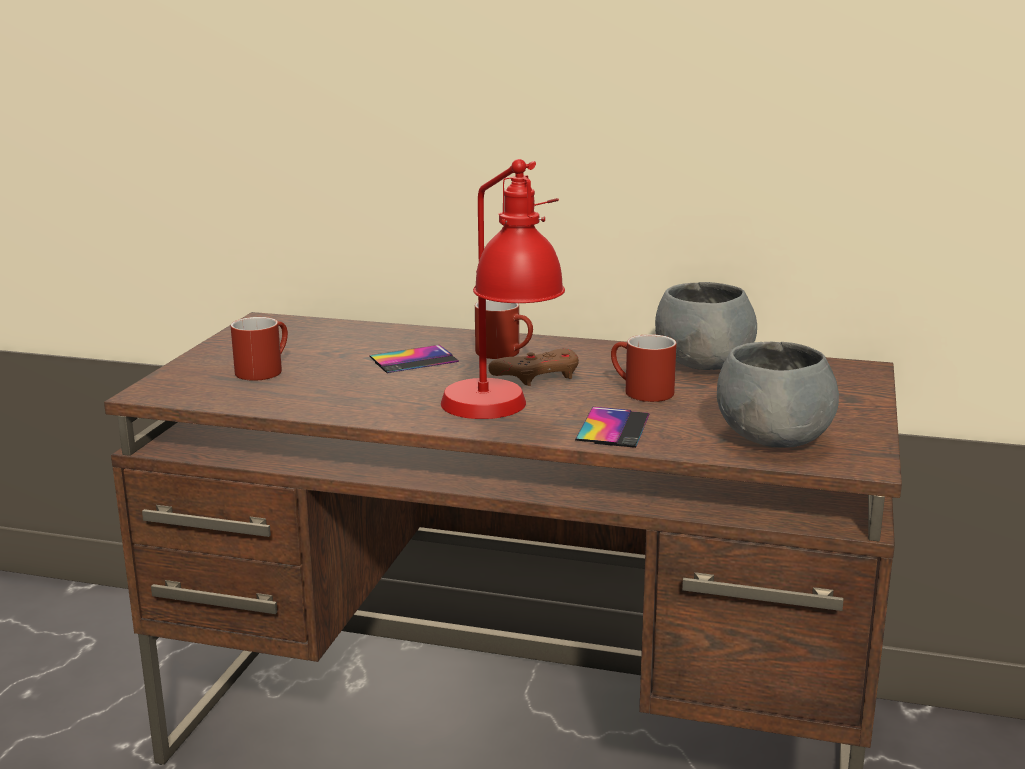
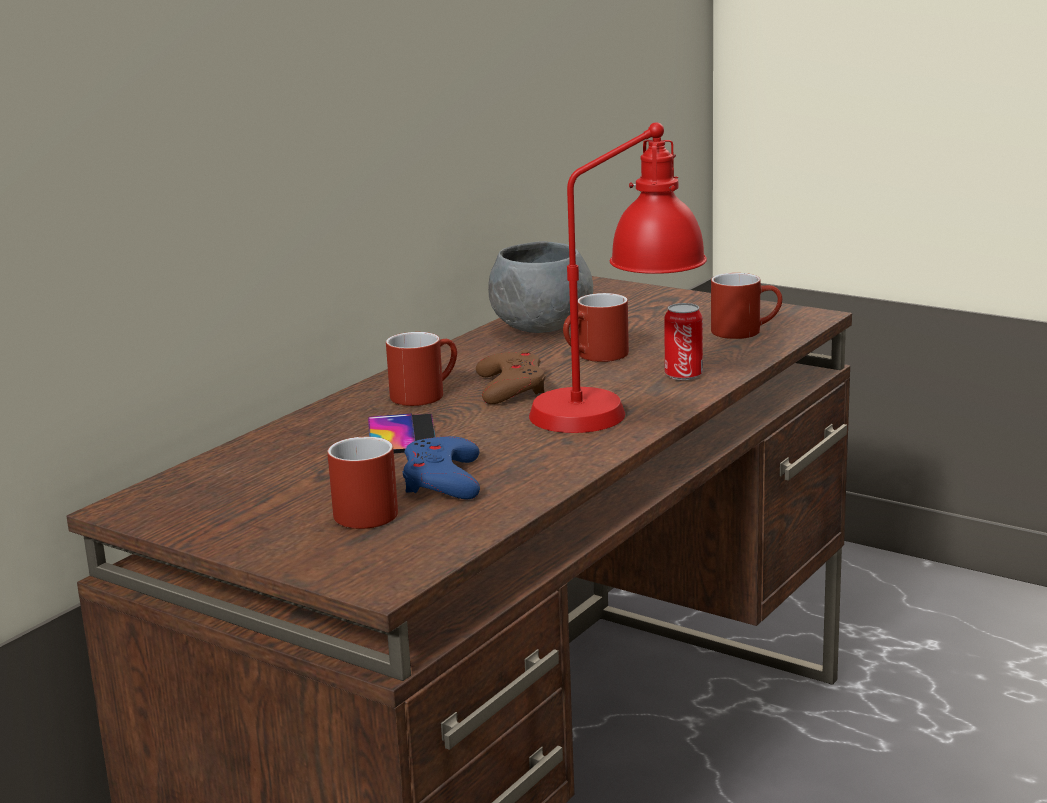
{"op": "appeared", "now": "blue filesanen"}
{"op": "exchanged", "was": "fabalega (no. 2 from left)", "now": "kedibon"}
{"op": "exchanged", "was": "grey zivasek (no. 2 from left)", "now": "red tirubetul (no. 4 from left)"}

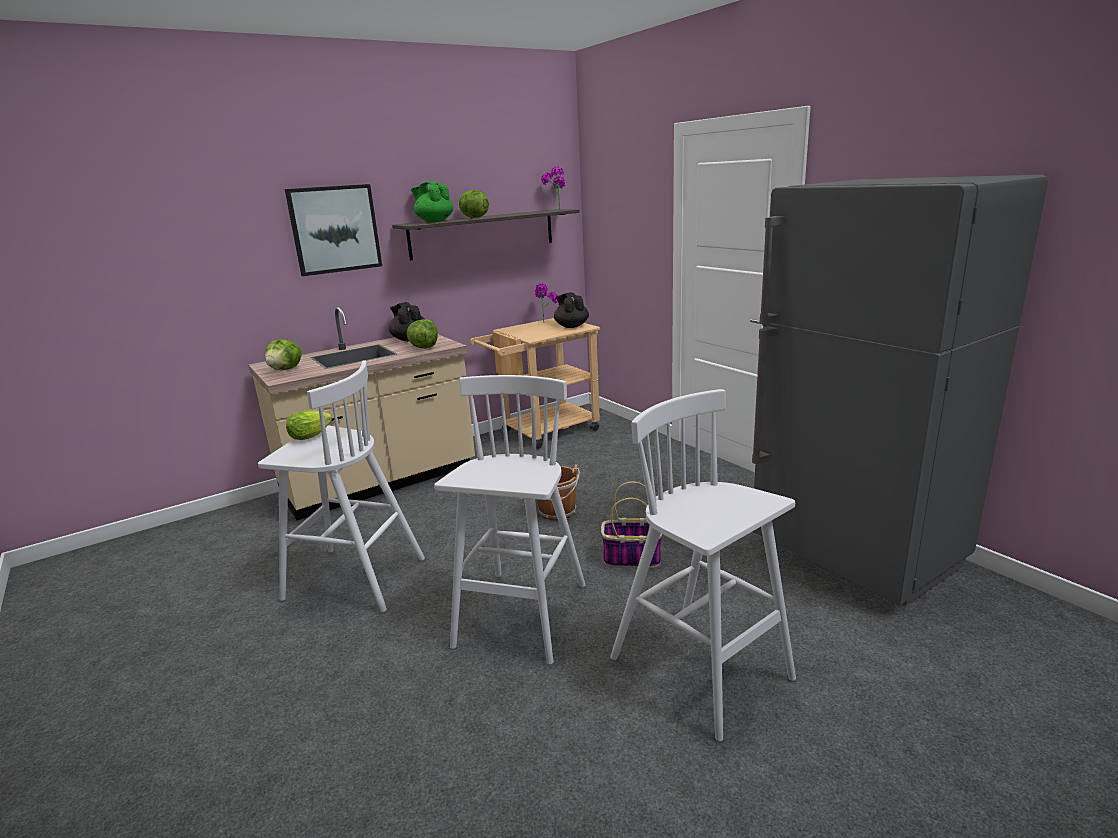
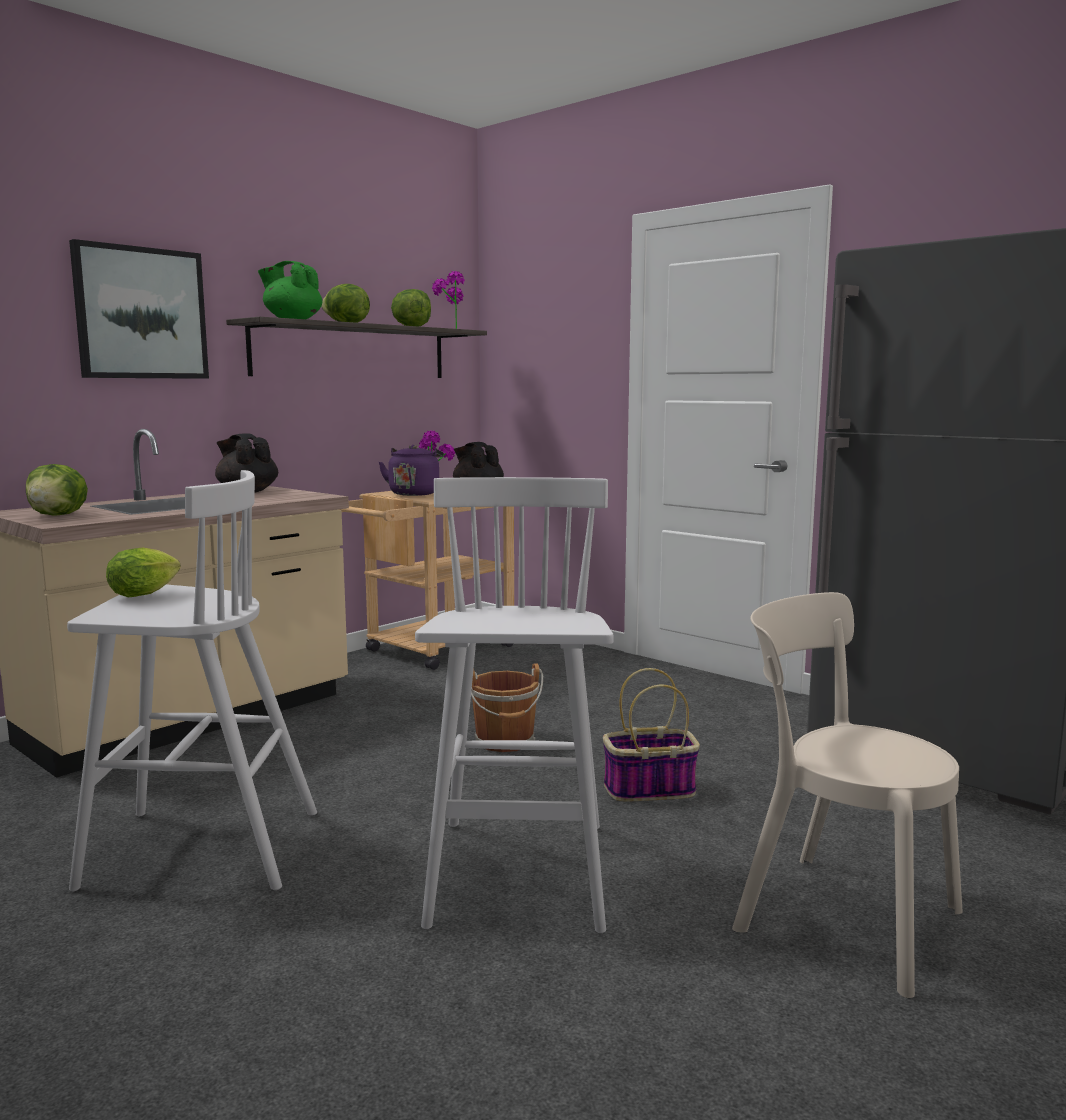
{"op": "appeared", "now": "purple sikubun"}
{"op": "relocated", "was": "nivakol (no. 3 from left in the first image)", "now": "nivakol (no. 4 from left)"}
{"op": "exchanged", "was": "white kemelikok (no. 3 from left)", "now": "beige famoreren"}

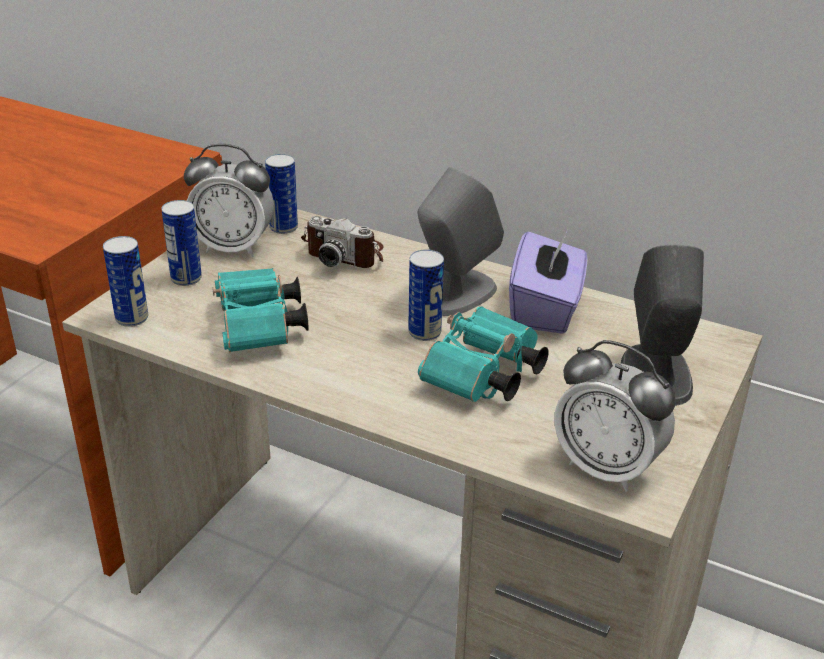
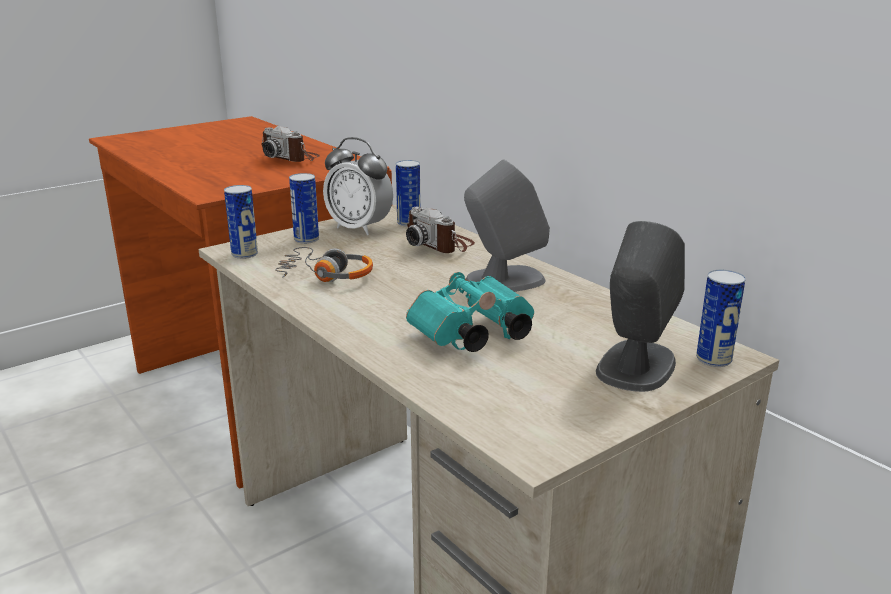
{"op": "appeared", "now": "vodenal (no. 1 from left)"}
{"op": "exchanged", "was": "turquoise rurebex (no. 1 from left)", "now": "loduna"}
{"op": "relocated", "was": "kedibon (no. 4 from left)"}
{"op": "missing", "was": "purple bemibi"}
{"op": "missing", "was": "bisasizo (no. 2 from left)"}

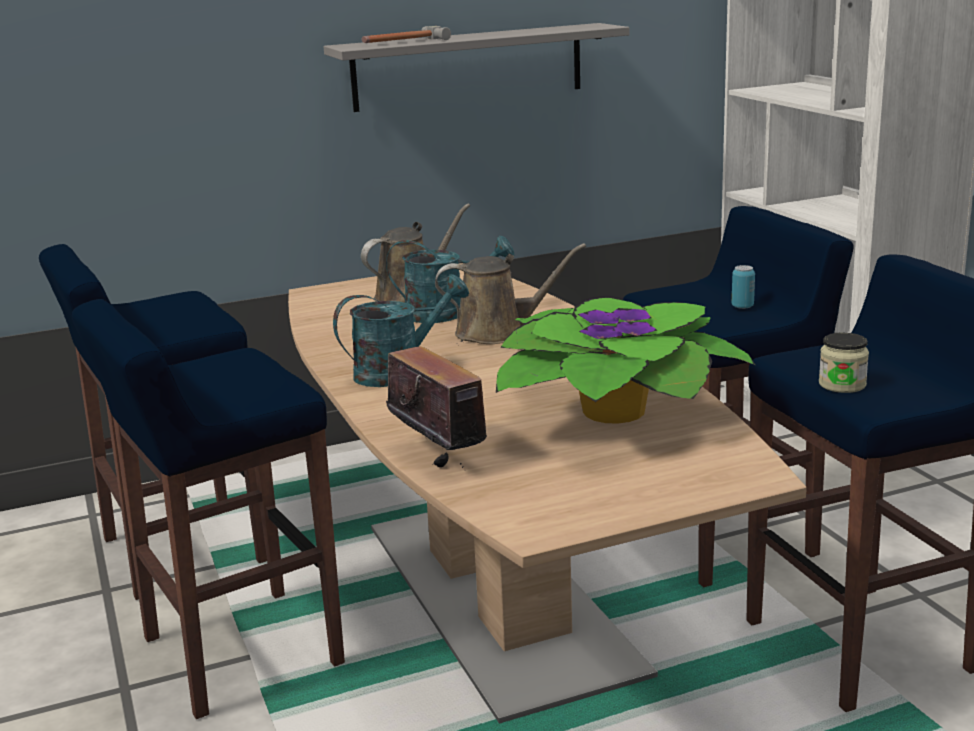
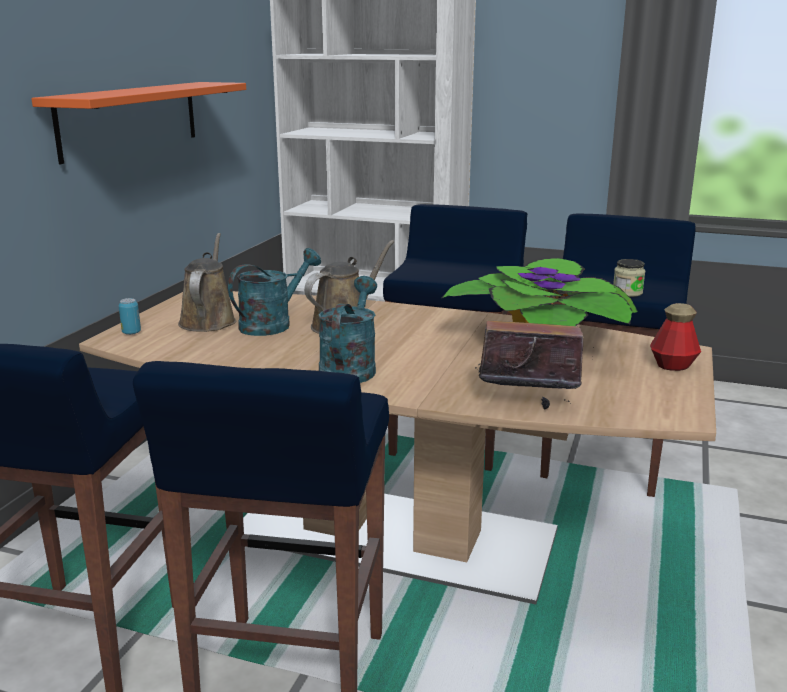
{"op": "colour", "was": "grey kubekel", "now": "orange kubekel"}
{"op": "relocated", "was": "kedibon"}
{"op": "appeared", "now": "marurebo"}
{"op": "missing", "was": "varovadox"}

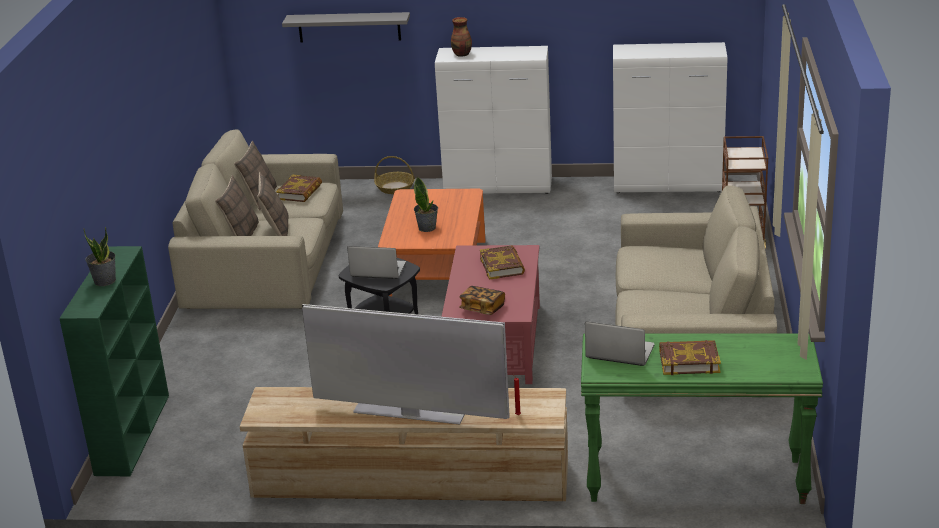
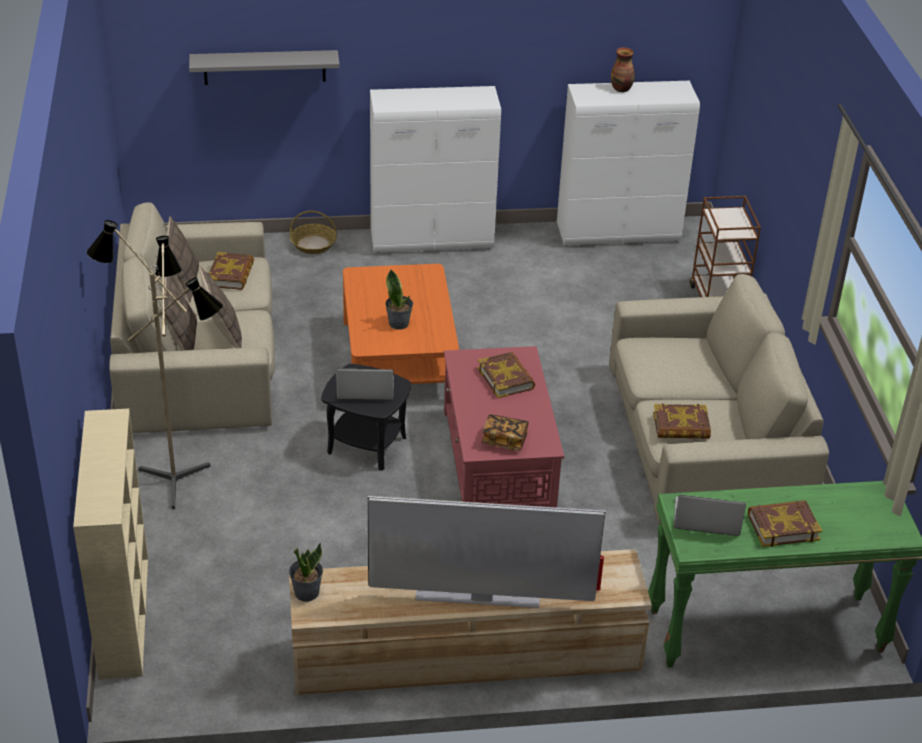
{"op": "colour", "was": "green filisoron", "now": "beige filisoron"}
{"op": "appeared", "now": "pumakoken"}
{"op": "relocated", "was": "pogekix (no. 1 from left)"}
{"op": "relocated", "was": "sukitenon"}
{"op": "appeared", "now": "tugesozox (no. 4 from left)"}

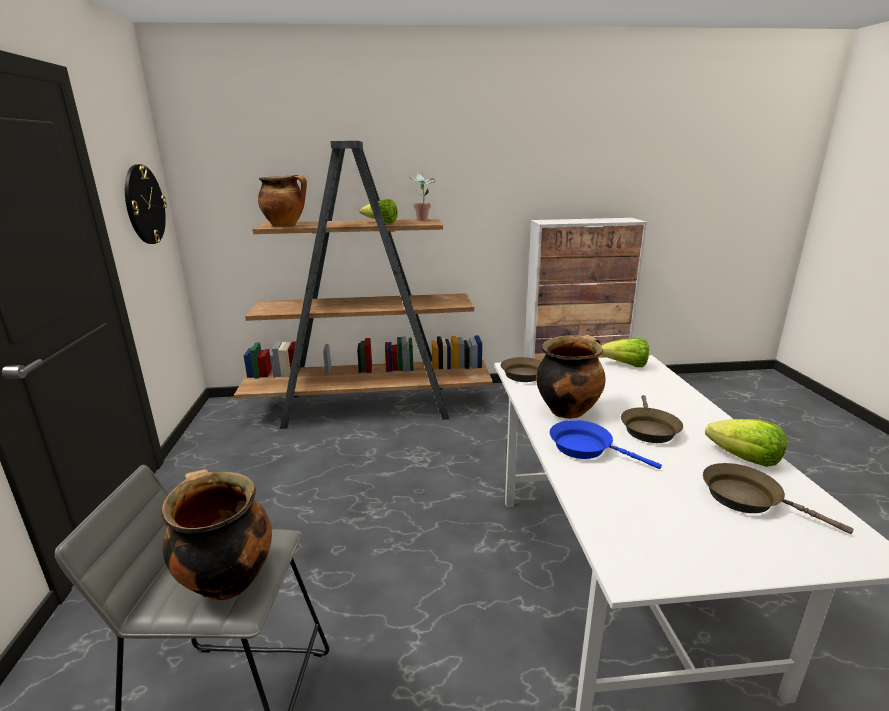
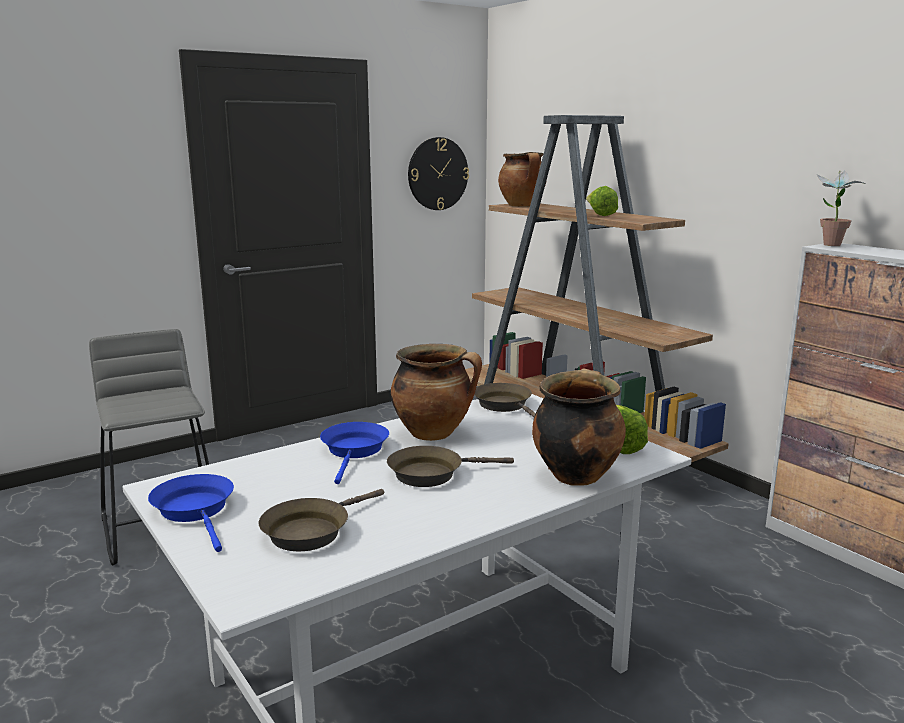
{"op": "appeared", "now": "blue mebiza (no. 1 from left)"}
{"op": "spun", "was": "brown mebiza (no. 3 from left in the first image)", "clockwise": -150}
{"op": "relocated", "was": "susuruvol (no. 1 from left in the first image)", "now": "susuruvol (no. 3 from left)"}
{"op": "relocated", "was": "pogekix"}
{"op": "missing", "was": "nivakol (no. 3 from left)"}

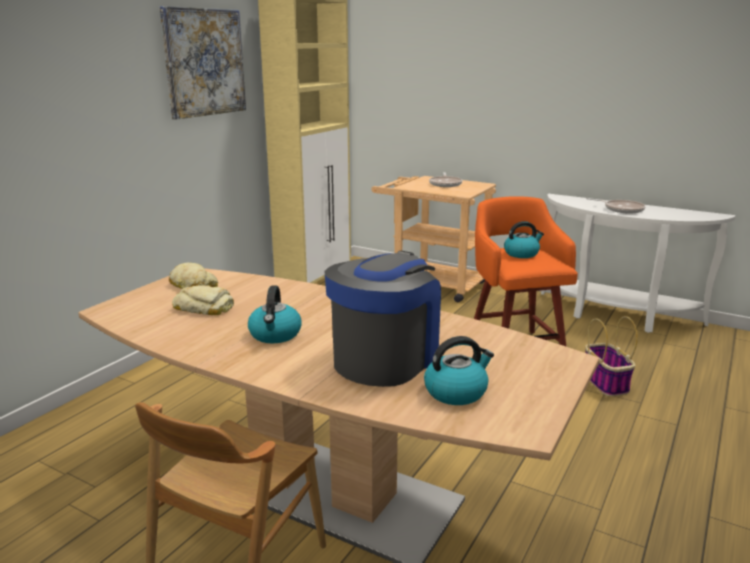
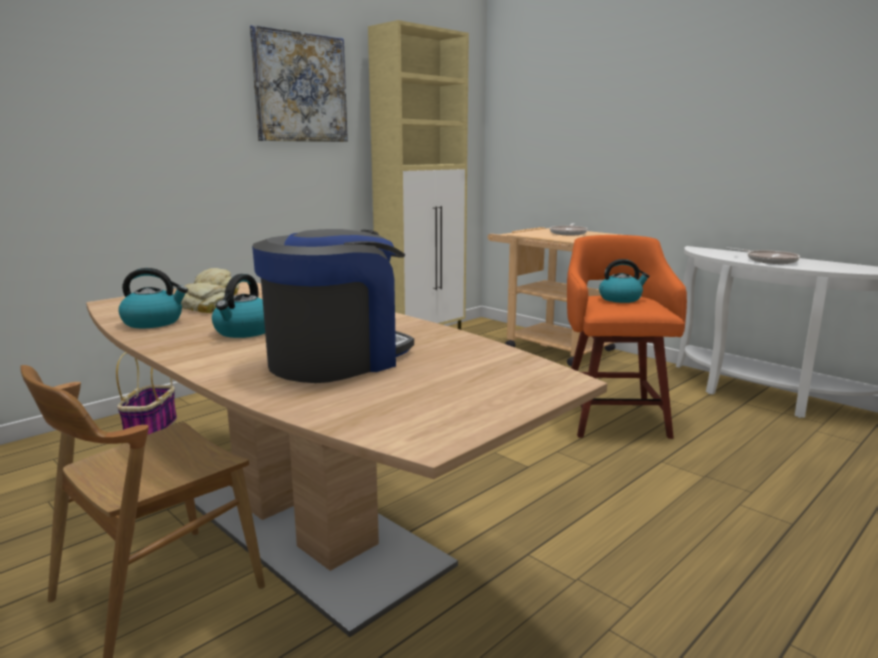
{"op": "relocated", "was": "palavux"}
{"op": "relocated", "was": "sikubun (no. 2 from left in the first image)", "now": "sikubun (no. 1 from left)"}

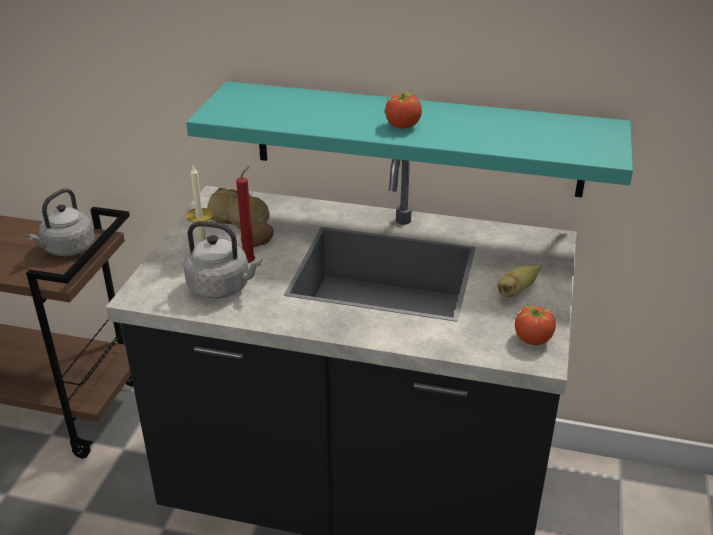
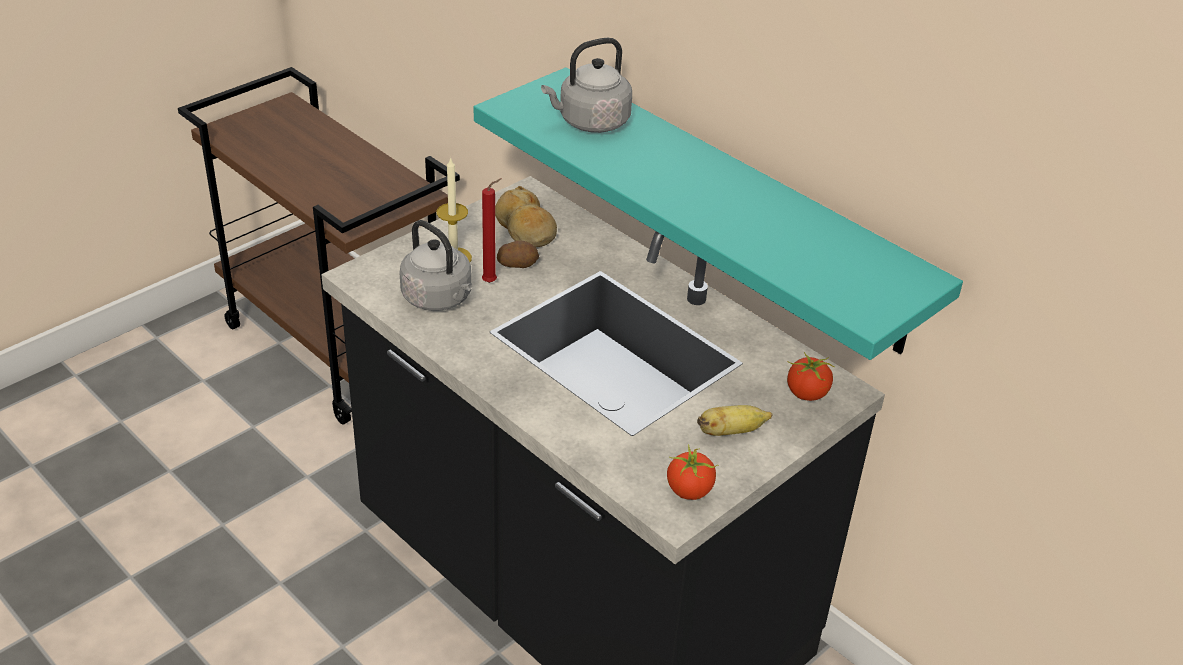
{"op": "relocated", "was": "grey sikubun (no. 1 from left in the first image)", "now": "grey sikubun (no. 2 from left)"}
{"op": "relocated", "was": "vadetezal (no. 1 from left in the first image)", "now": "vadetezal (no. 2 from left)"}

